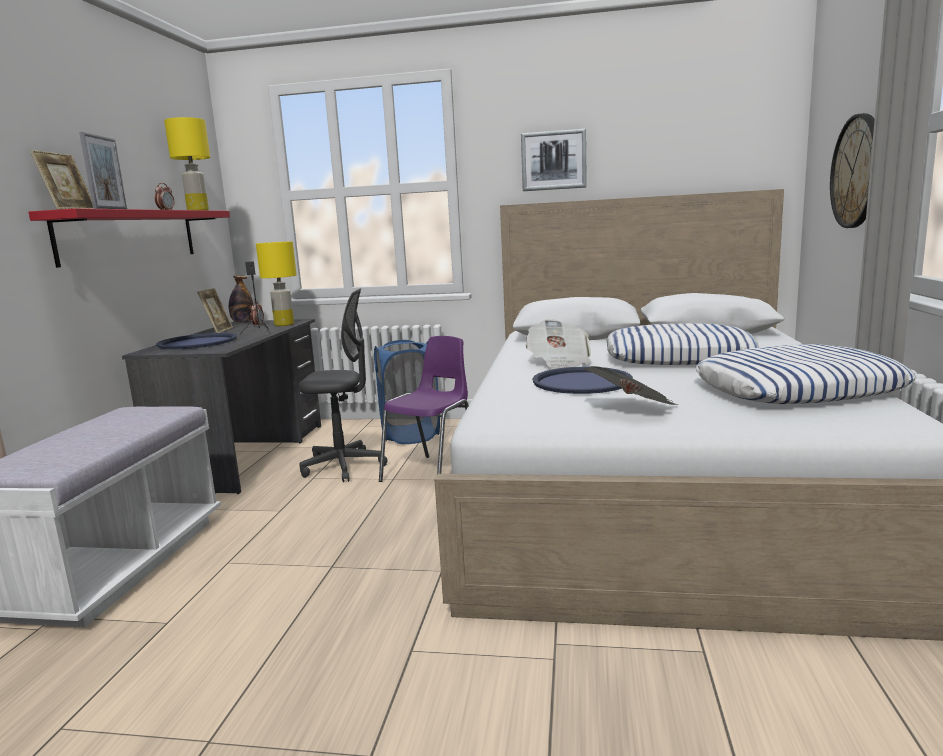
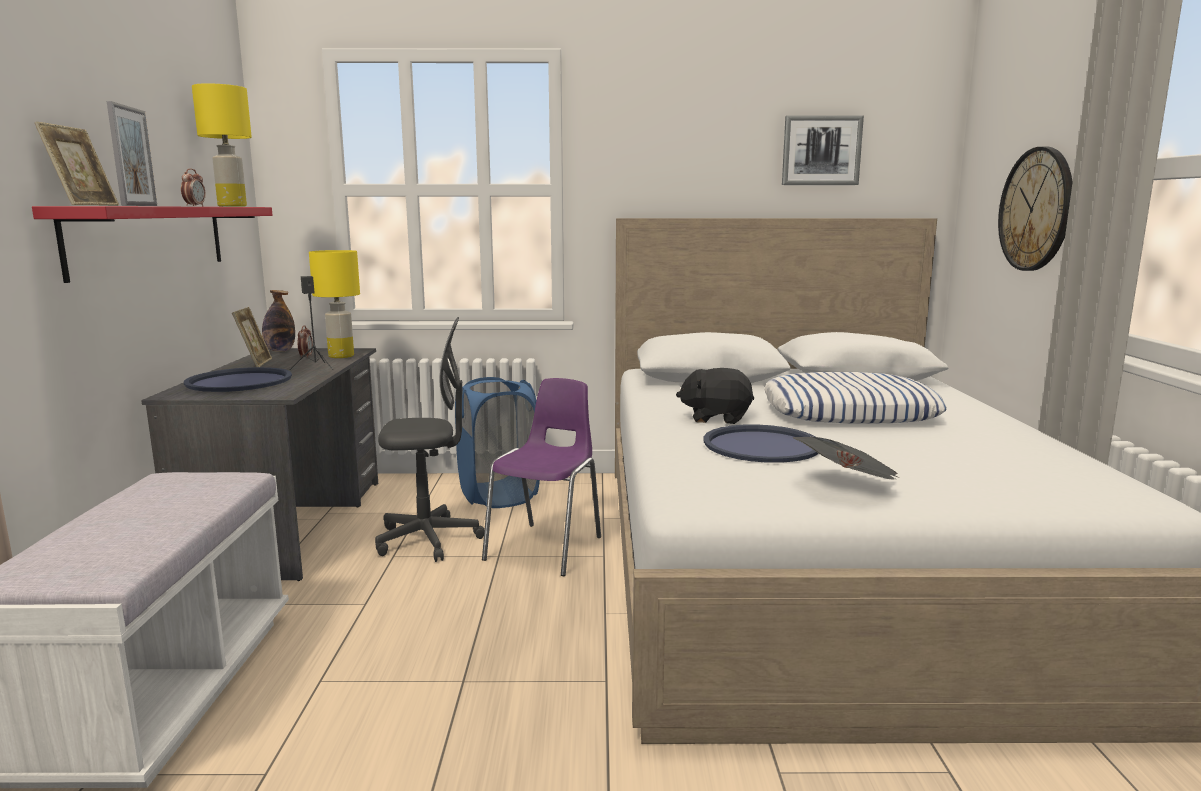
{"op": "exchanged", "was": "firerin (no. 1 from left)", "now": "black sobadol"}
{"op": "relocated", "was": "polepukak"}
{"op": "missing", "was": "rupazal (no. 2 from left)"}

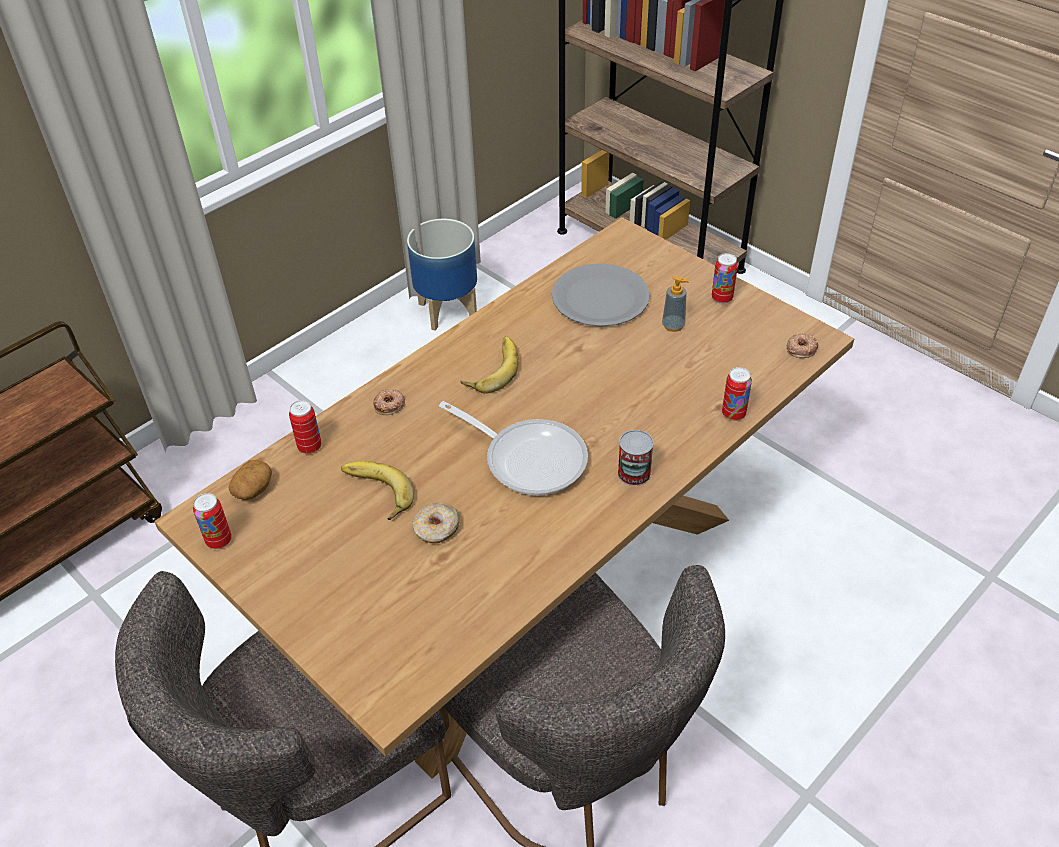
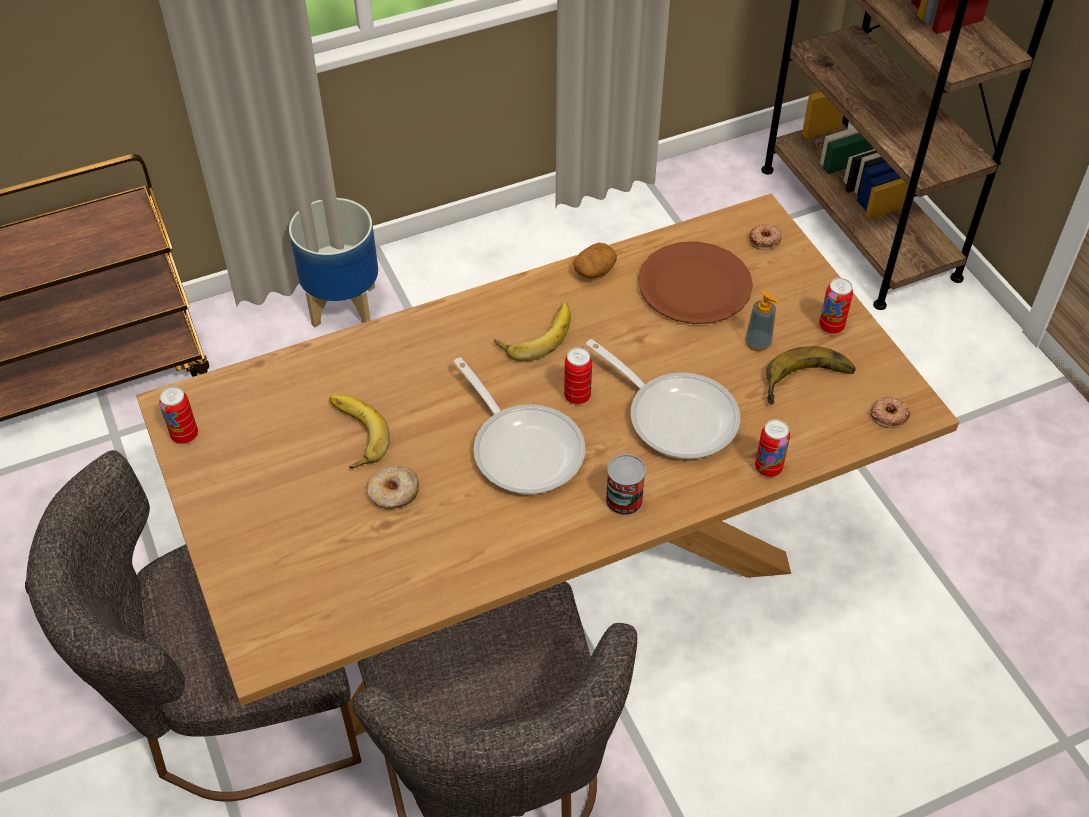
{"op": "relocated", "was": "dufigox"}
{"op": "relocated", "was": "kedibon (no. 2 from left)"}
{"op": "relocated", "was": "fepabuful"}
{"op": "appeared", "now": "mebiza (no. 2 from left)"}
{"op": "colour", "was": "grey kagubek", "now": "brown kagubek"}
{"op": "relocated", "was": "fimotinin (no. 1 from left in the first image)", "now": "fimotinin (no. 2 from left)"}
{"op": "appeared", "now": "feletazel (no. 3 from left)"}

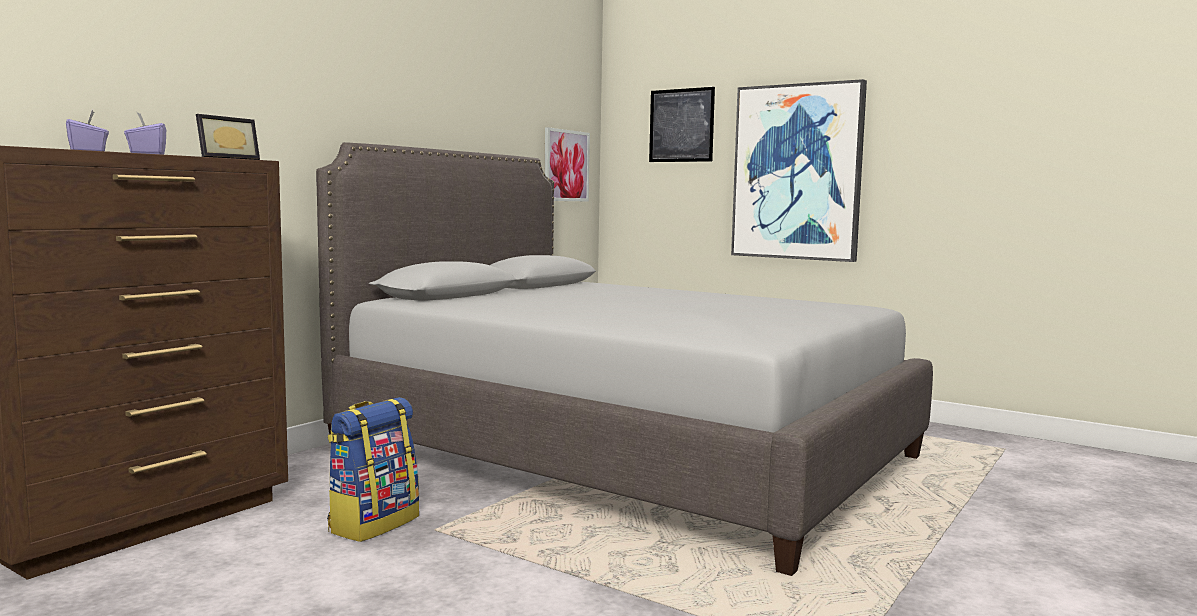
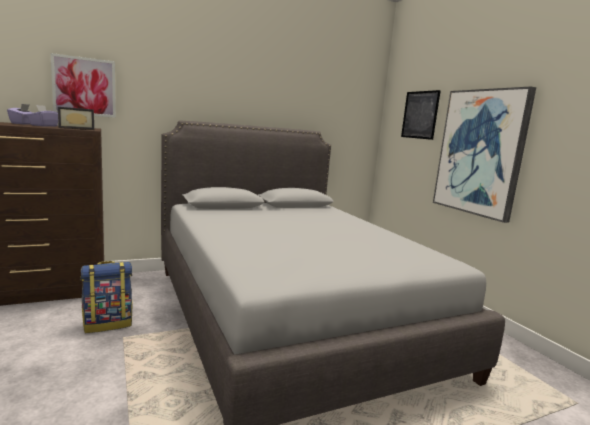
{"op": "relocated", "was": "polepukak (no. 1 from left)"}

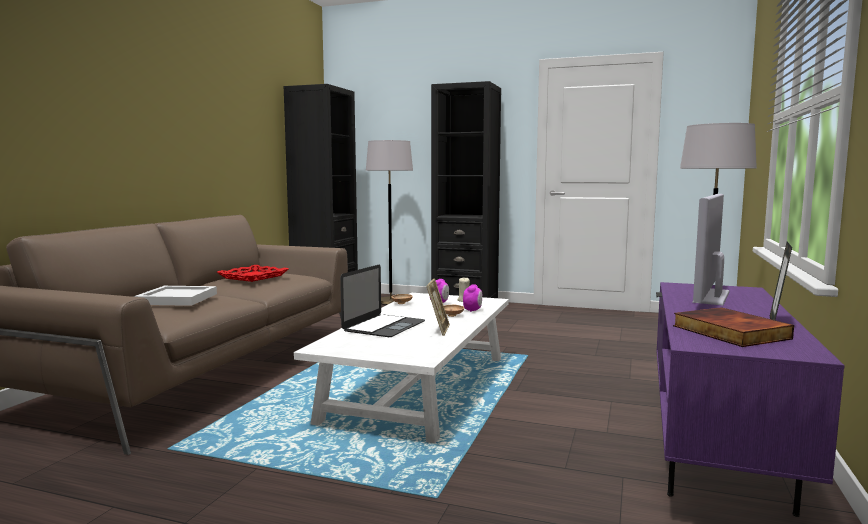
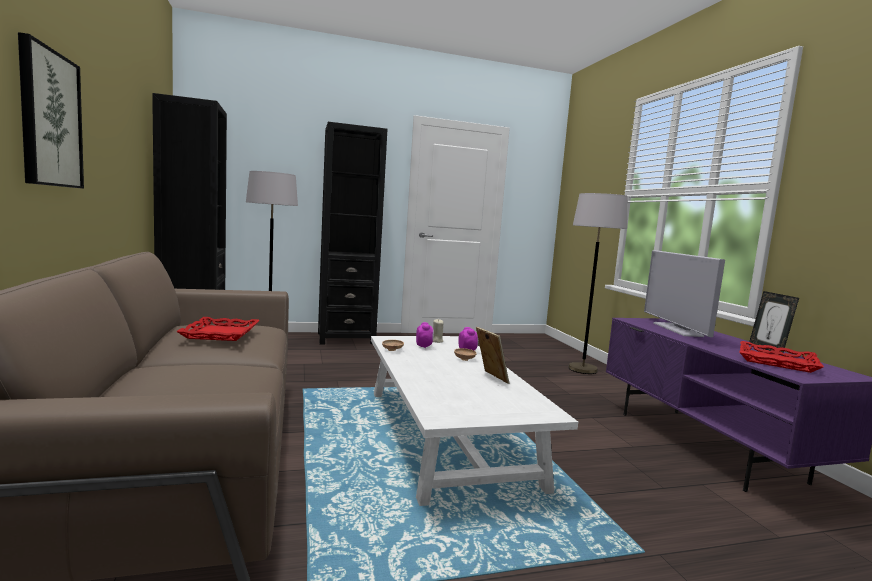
{"op": "appeared", "now": "polepukak"}
{"op": "exchanged", "was": "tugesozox", "now": "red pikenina (no. 2 from left)"}
{"op": "missing", "was": "white pikenina"}
{"op": "missing", "was": "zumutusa"}

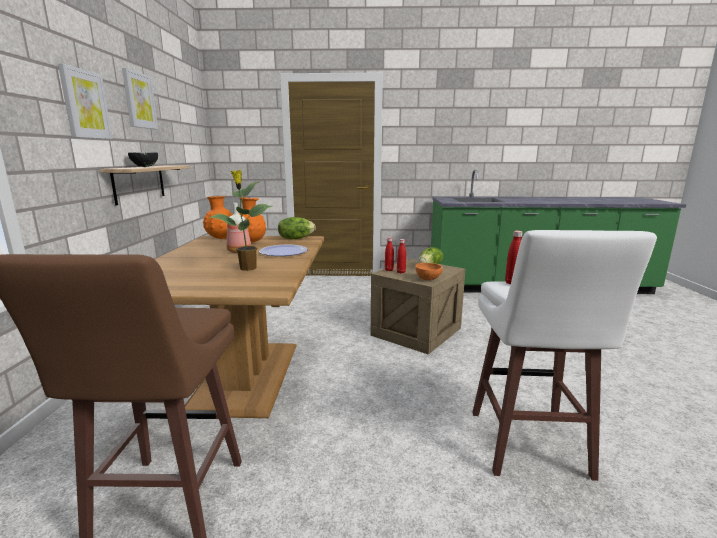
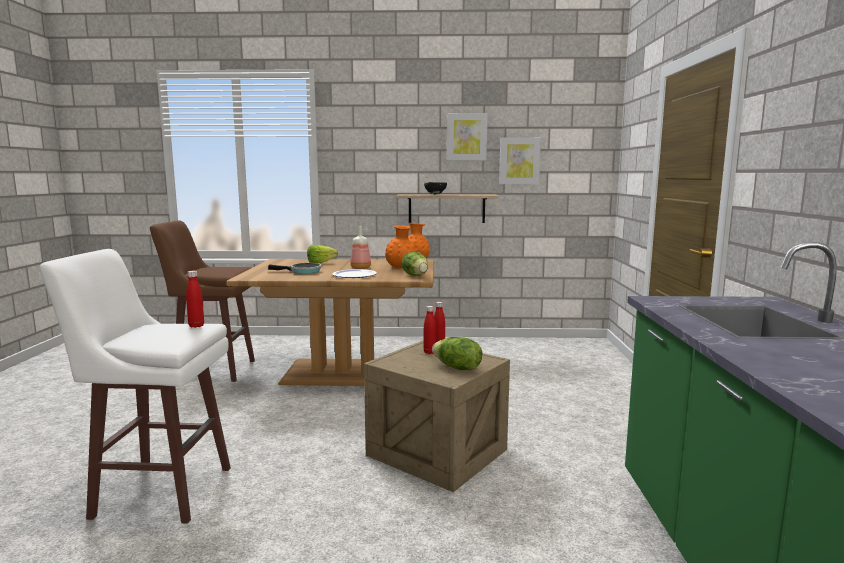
{"op": "exchanged", "was": "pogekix", "now": "mebiza"}
{"op": "appeared", "now": "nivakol (no. 1 from left)"}
{"op": "relocated", "was": "polepukak (no. 1 from left in the first image)", "now": "polepukak (no. 2 from left)"}
{"op": "missing", "was": "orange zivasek"}

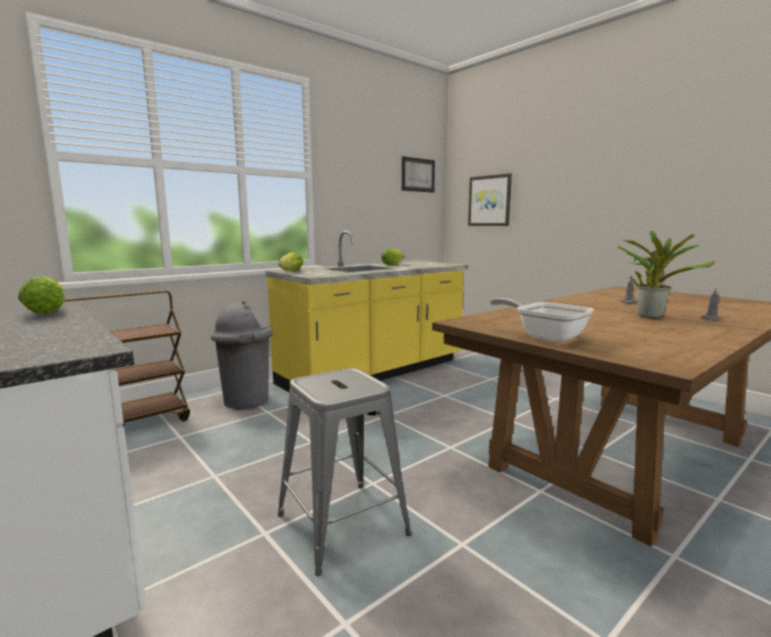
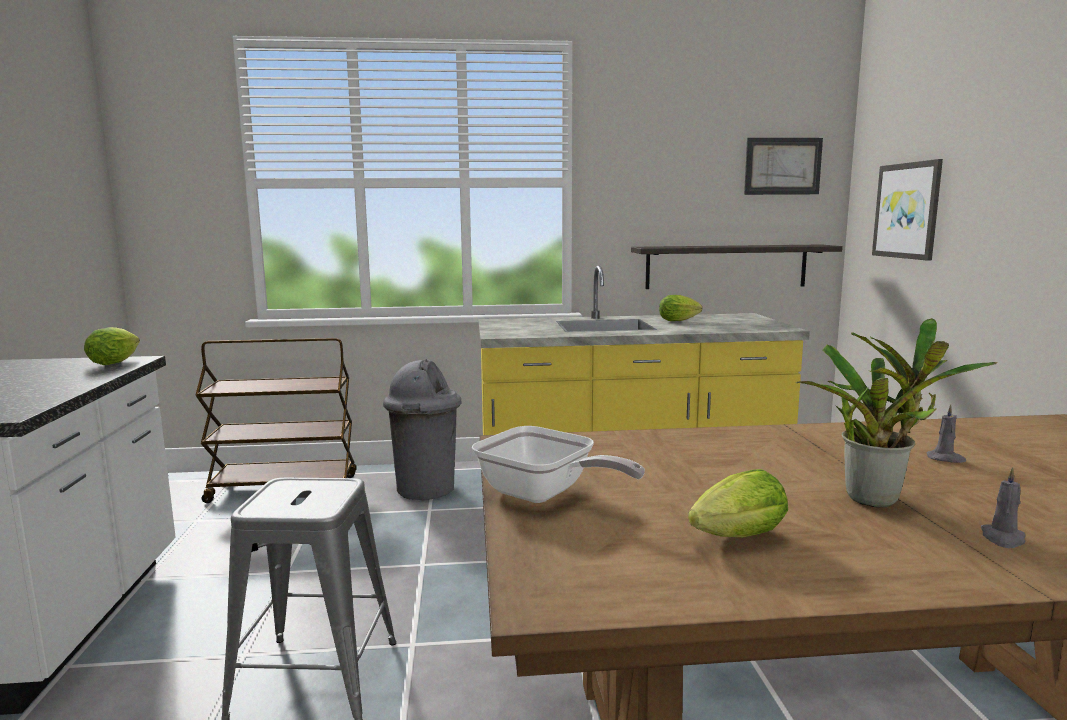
{"op": "spun", "was": "mebiza", "clockwise": 135}
{"op": "appeared", "now": "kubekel"}
{"op": "relocated", "was": "nivakol (no. 2 from left in the first image)", "now": "nivakol (no. 3 from left)"}

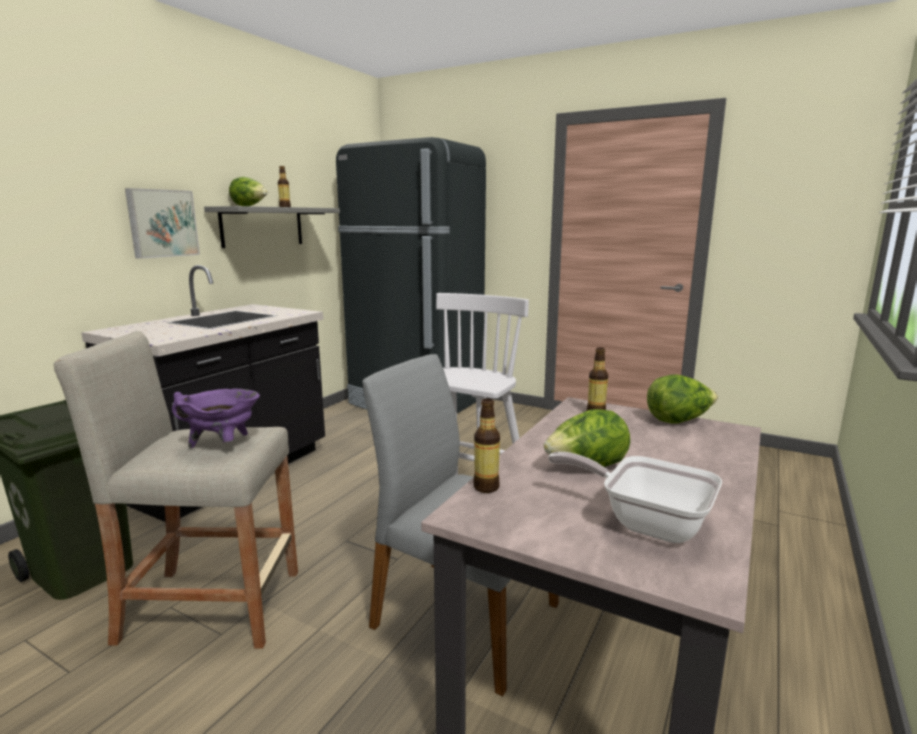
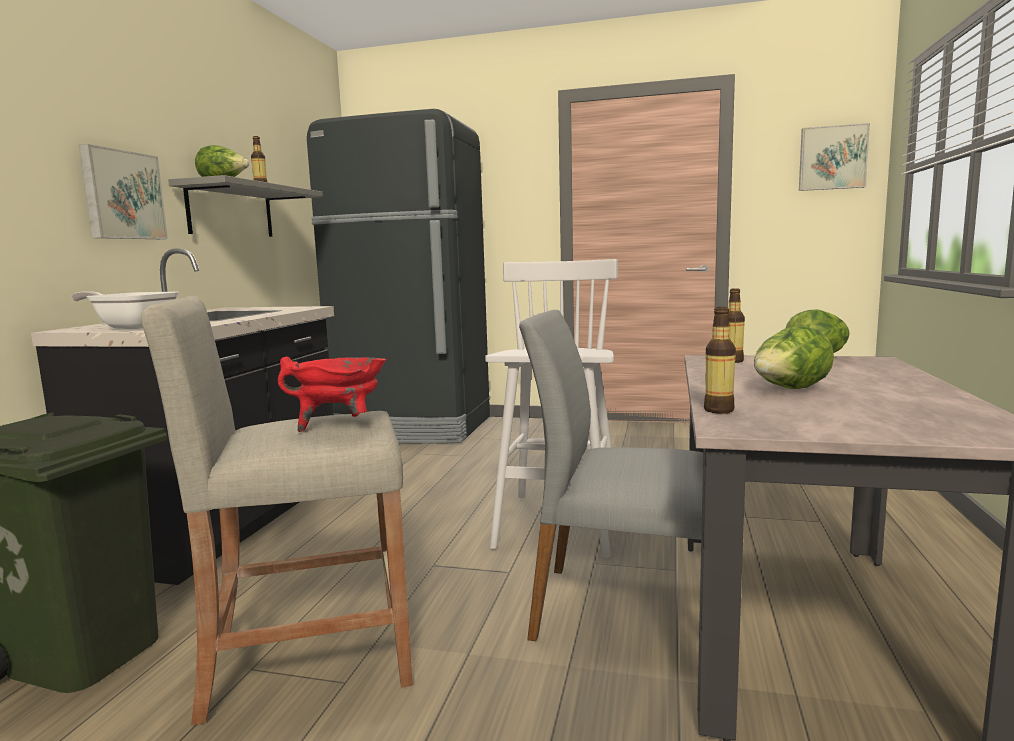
{"op": "relocated", "was": "mebiza"}
{"op": "colour", "was": "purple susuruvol", "now": "red susuruvol"}
{"op": "appeared", "now": "polepukak (no. 2 from left)"}

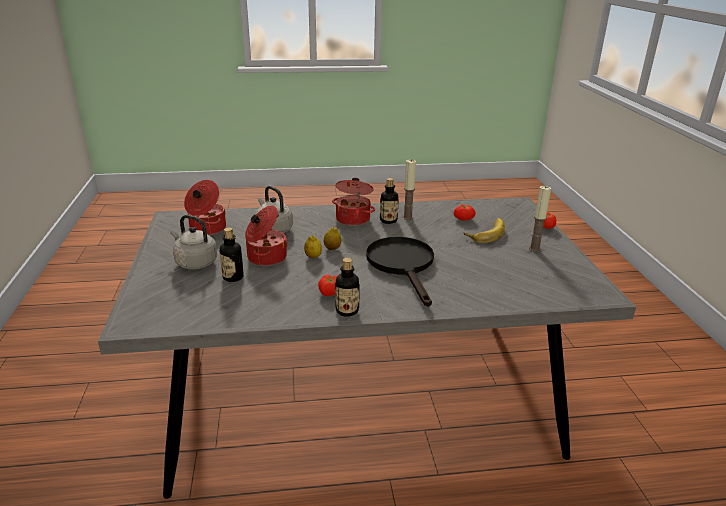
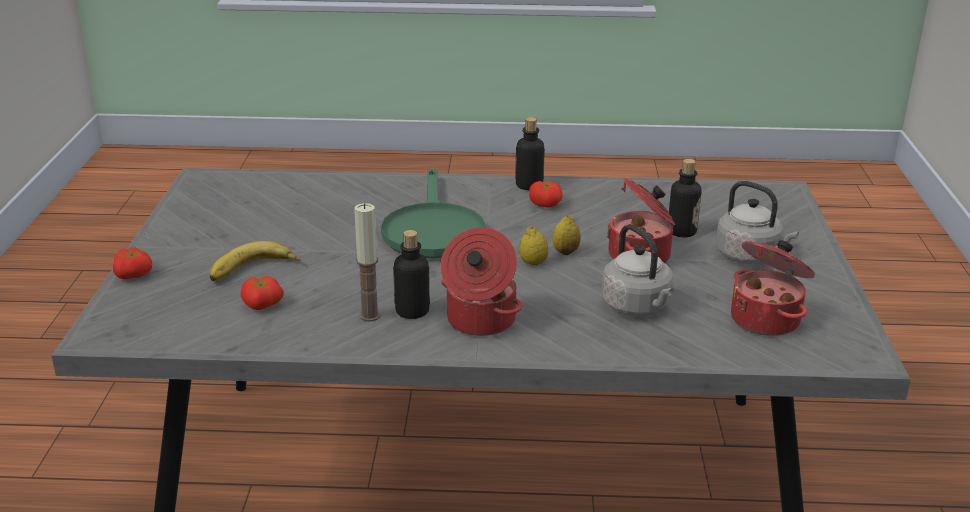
{"op": "colour", "was": "black mebiza", "now": "green mebiza"}
{"op": "missing", "was": "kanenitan (no. 2 from left)"}

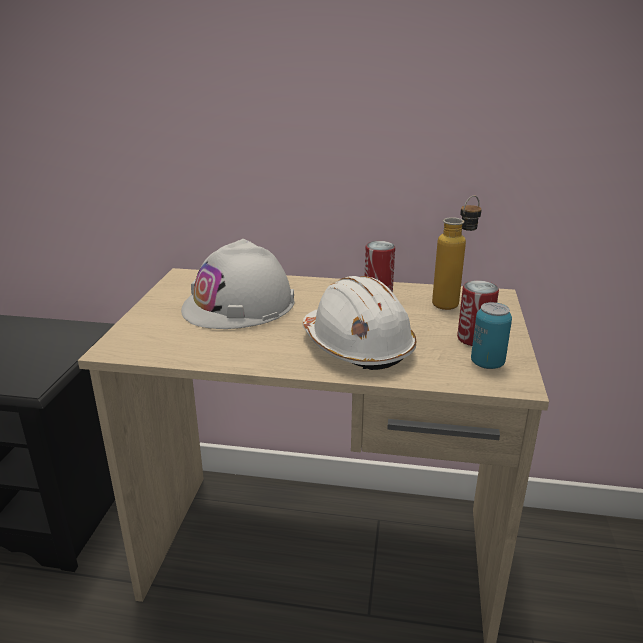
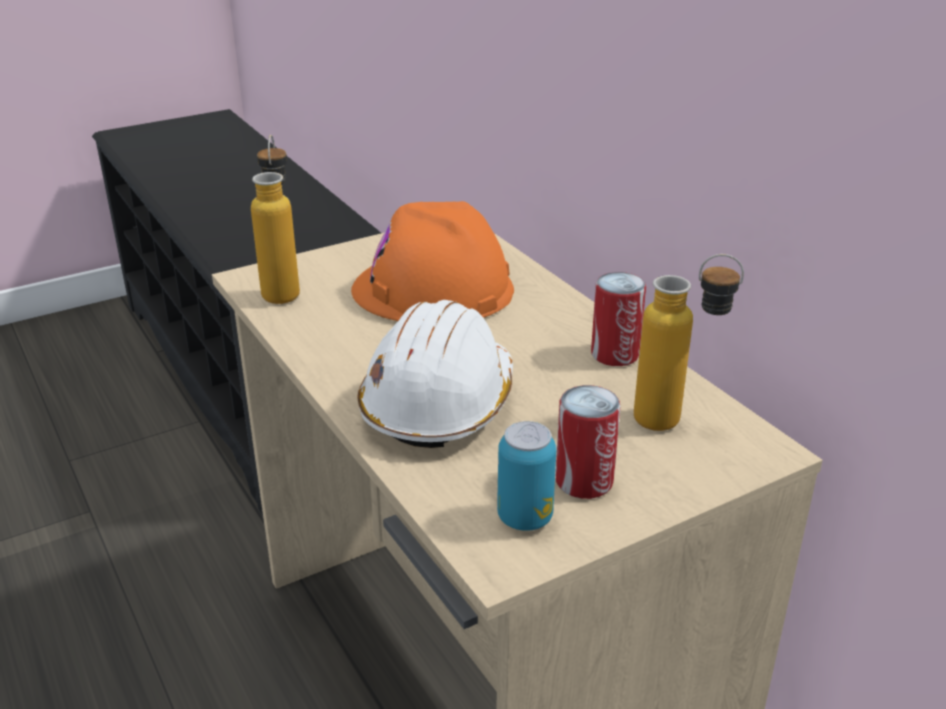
{"op": "appeared", "now": "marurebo (no. 1 from left)"}
{"op": "colour", "was": "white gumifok (no. 1 from left)", "now": "orange gumifok"}

